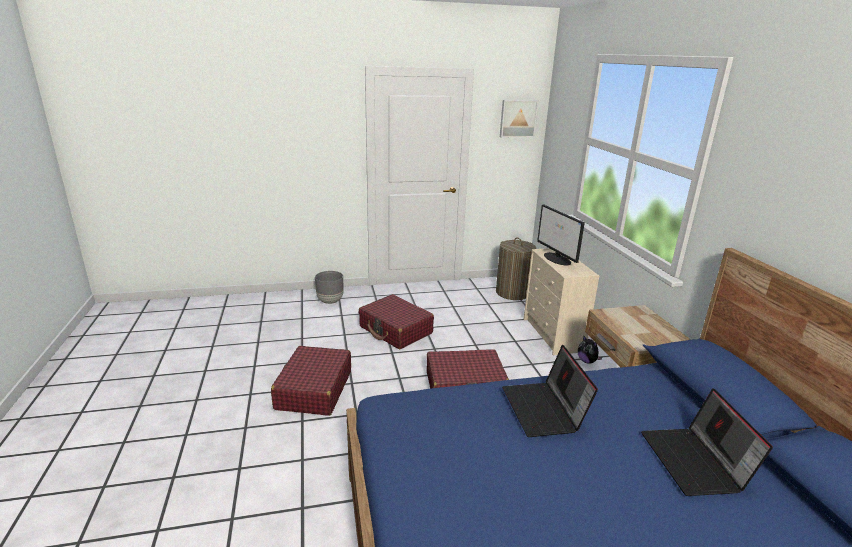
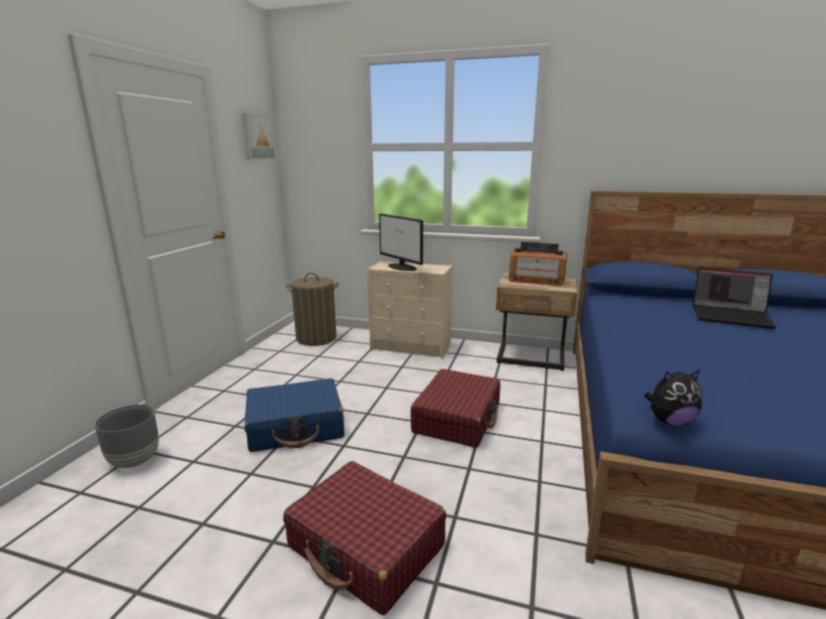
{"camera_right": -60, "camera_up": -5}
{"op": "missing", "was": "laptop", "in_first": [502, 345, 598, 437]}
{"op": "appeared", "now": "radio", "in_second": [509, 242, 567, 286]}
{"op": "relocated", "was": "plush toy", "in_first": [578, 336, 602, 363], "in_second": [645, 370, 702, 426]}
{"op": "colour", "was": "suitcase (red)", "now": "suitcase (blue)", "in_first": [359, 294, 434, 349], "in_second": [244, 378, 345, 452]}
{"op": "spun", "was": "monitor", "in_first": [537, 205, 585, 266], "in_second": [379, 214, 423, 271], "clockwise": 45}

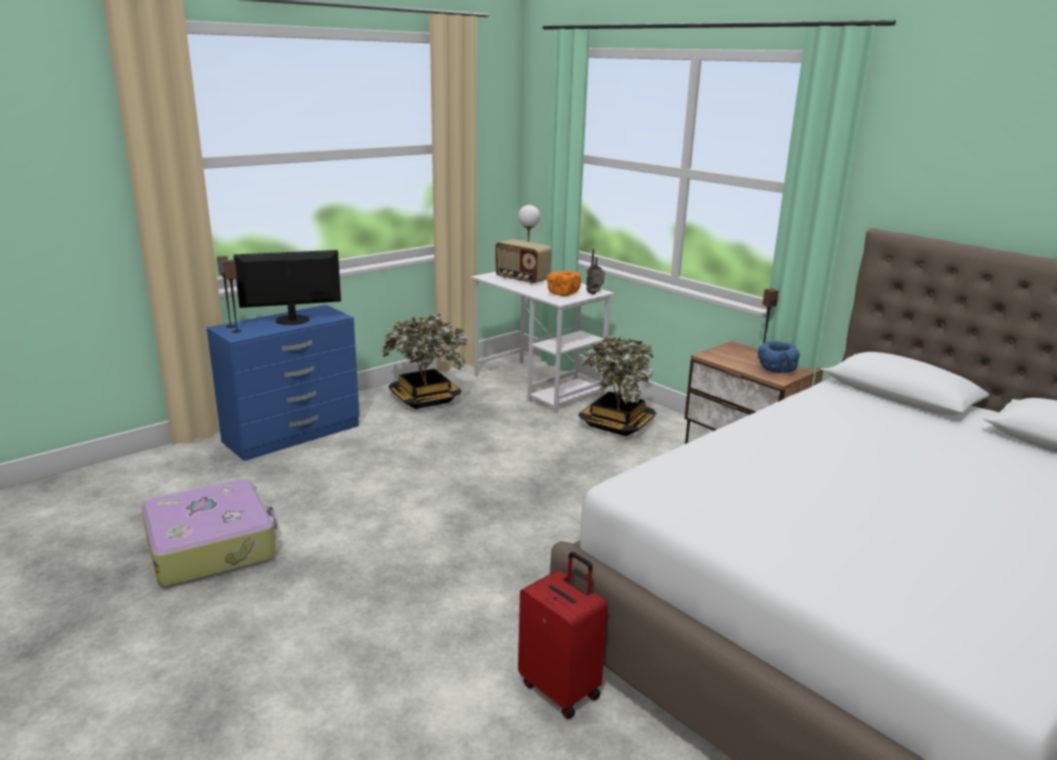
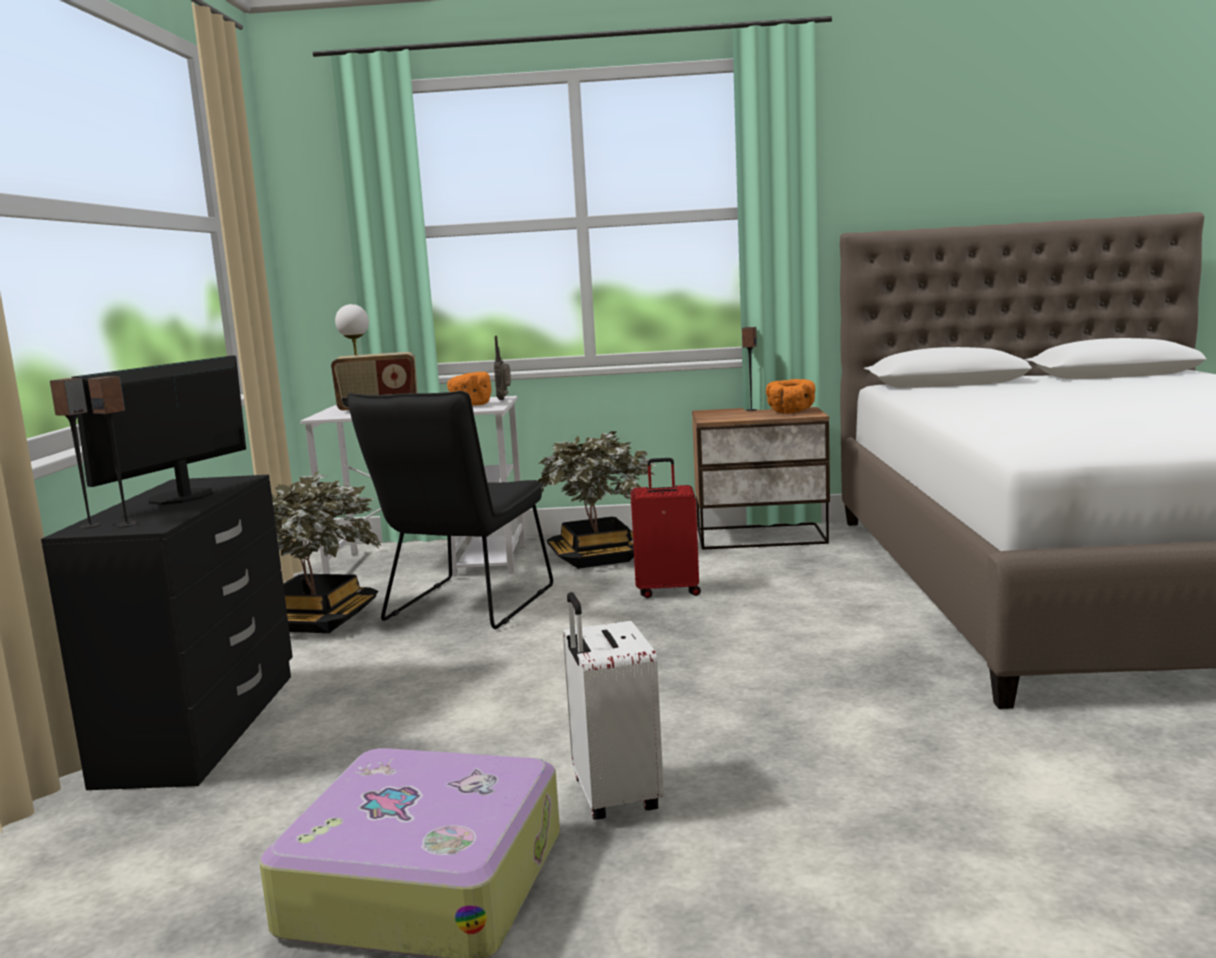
{"camera_right": -45, "camera_up": -10}
{"op": "appeared", "now": "chair (black)", "in_second": [347, 391, 553, 629]}
{"op": "appeared", "now": "suitcase (white)", "in_second": [563, 592, 664, 820]}
{"op": "relocated", "was": "suitcase (red)", "in_first": [518, 552, 608, 719], "in_second": [631, 458, 701, 598]}
{"op": "colour", "was": "dresser (blue)", "now": "dresser (black)", "in_first": [207, 305, 360, 461], "in_second": [41, 475, 293, 790]}
{"op": "colour", "was": "bowl (blue)", "now": "bowl (orange)", "in_first": [758, 341, 800, 373], "in_second": [766, 379, 815, 413]}

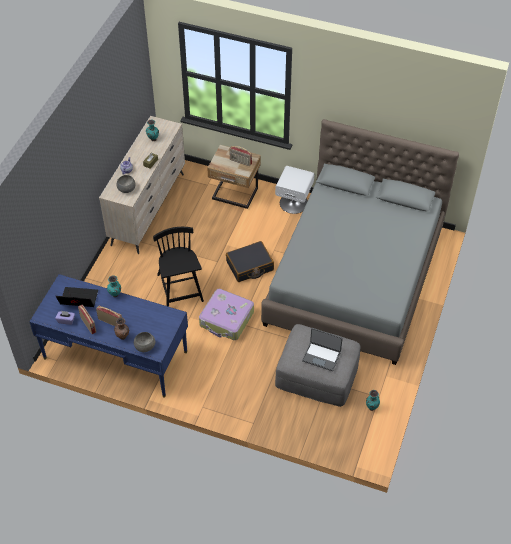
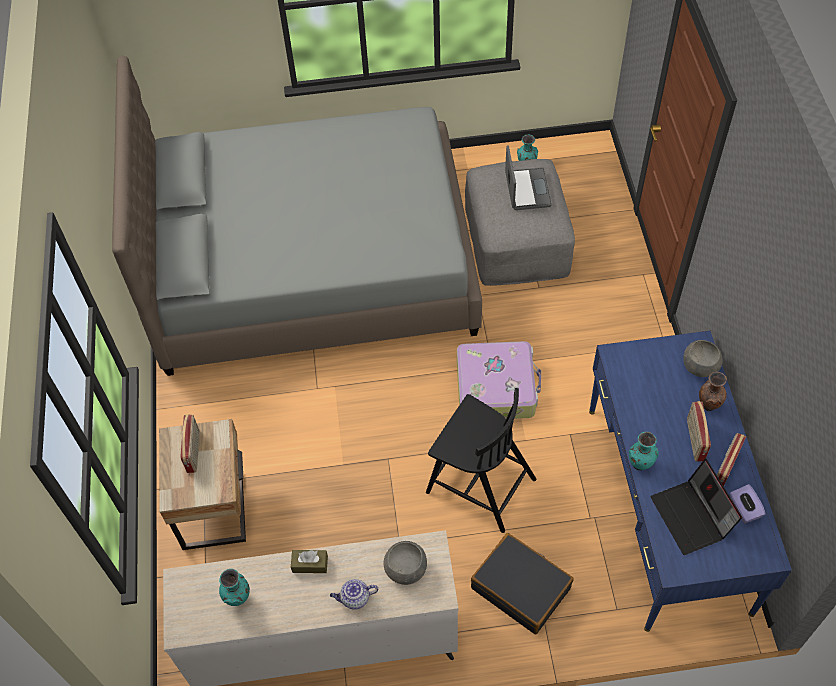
{"camera_right": -115, "camera_up": 5}
{"op": "missing", "was": "nightstand (white)", "in_first": [275, 166, 314, 214]}
{"op": "relocated", "was": "suitcase (black)", "in_first": [226, 241, 274, 282], "in_second": [471, 533, 574, 634]}
{"op": "spun", "was": "chair (black)", "in_first": [153, 227, 204, 307], "in_second": [426, 388, 536, 533], "clockwise": -105}

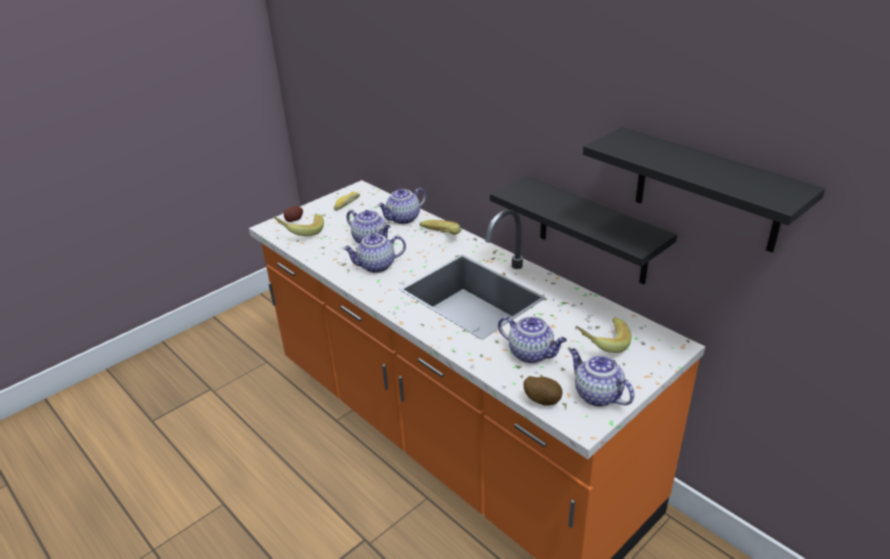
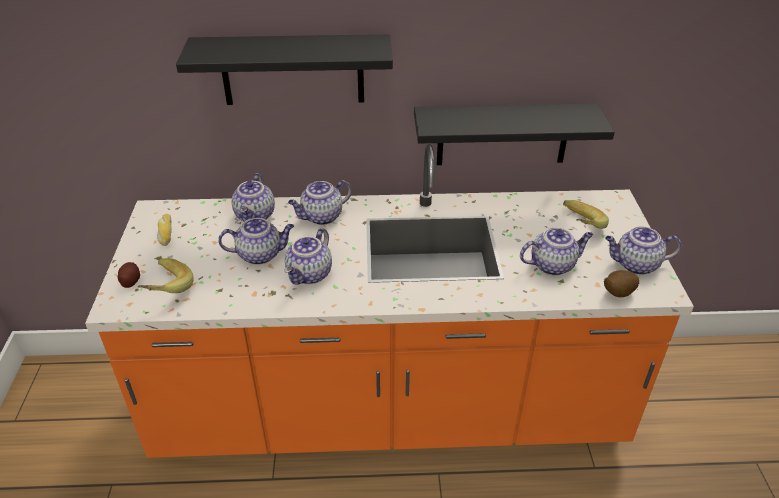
{"camera_right": -50, "camera_up": 5}
{"op": "relocated", "was": "shelf (black)", "in_first": [583, 127, 825, 253], "in_second": [176, 34, 393, 105]}
{"op": "exchanged", "was": "banana", "now": "teapot", "in_first": [420, 220, 461, 234], "in_second": [288, 180, 352, 225]}

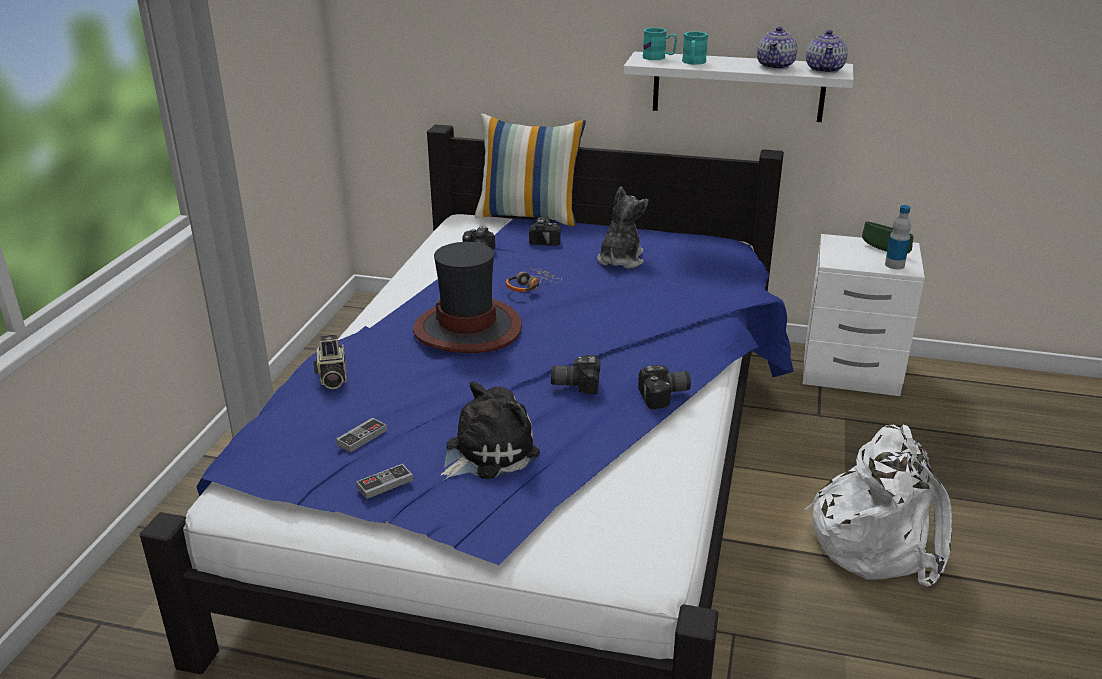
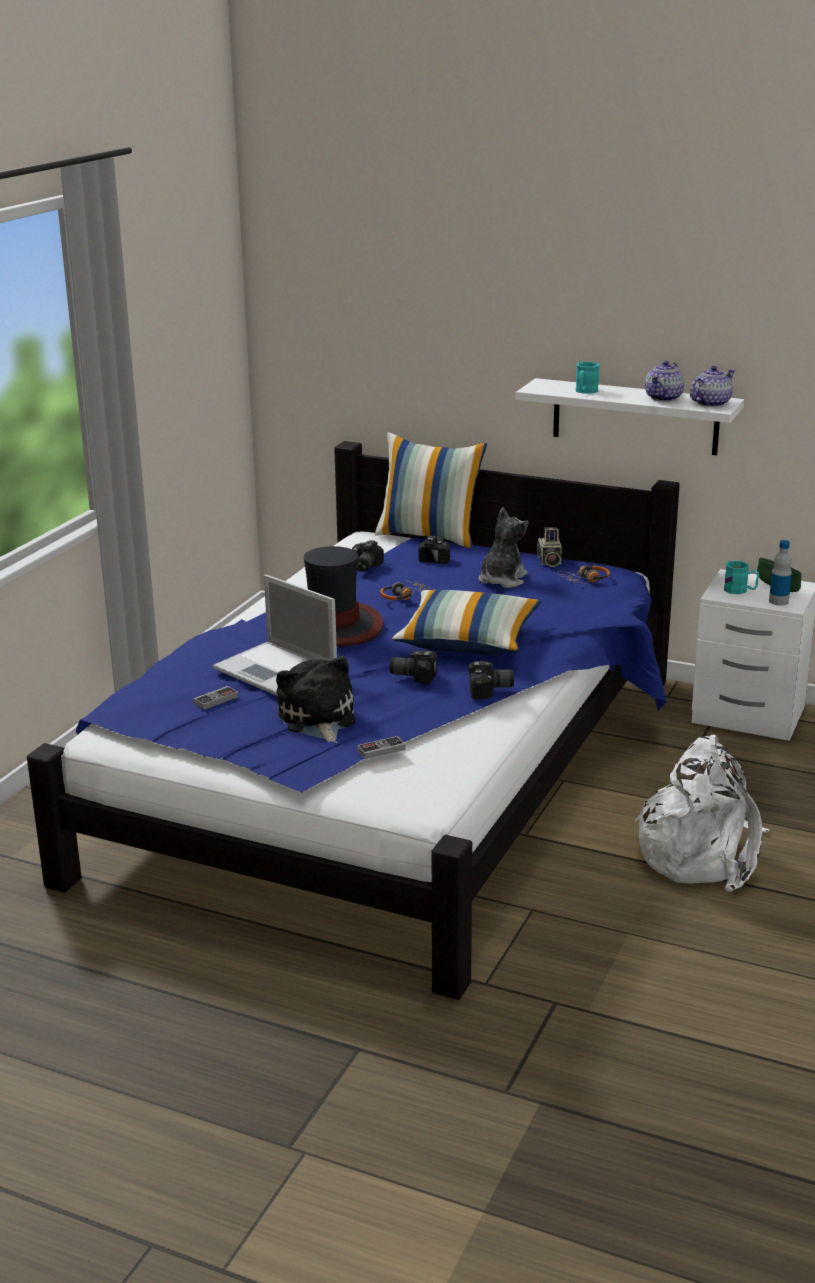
{"camera_right": 10, "camera_up": -5}
{"op": "appeared", "now": "laptop", "in_second": [213, 575, 337, 696]}
{"op": "appeared", "now": "pillow", "in_second": [392, 590, 541, 654]}
{"op": "appeared", "now": "headphones", "in_second": [557, 566, 610, 584]}
{"op": "relocated", "was": "photo camera", "in_first": [313, 335, 347, 389], "in_second": [536, 527, 562, 567]}
{"op": "relocated", "was": "game controller", "in_first": [356, 464, 413, 499], "in_second": [357, 736, 406, 759]}
{"op": "relocated", "was": "mug (turquoise)", "in_first": [643, 28, 677, 60], "in_second": [724, 561, 759, 594]}
{"op": "spun", "was": "plush toy", "in_first": [441, 381, 540, 482], "in_second": [276, 656, 356, 743], "clockwise": -75}
{"op": "spun", "was": "teapot", "in_first": [806, 30, 848, 73], "in_second": [690, 366, 735, 407], "clockwise": -150}

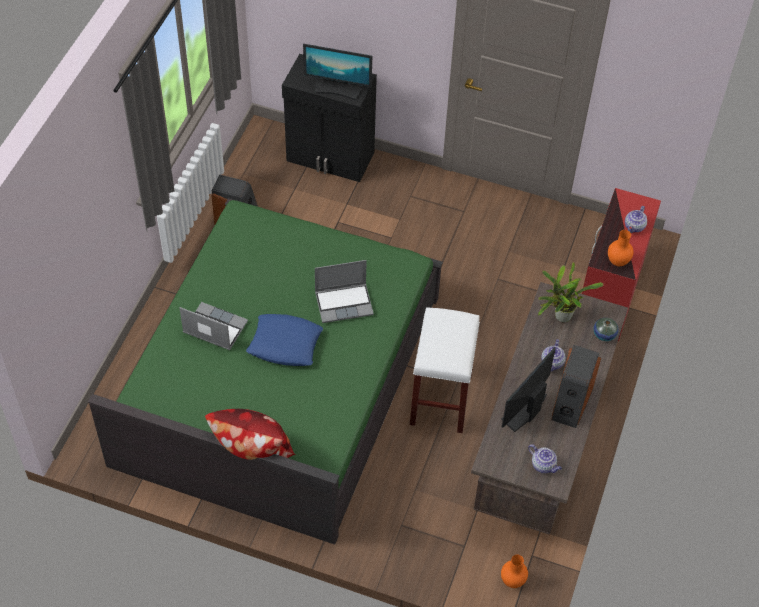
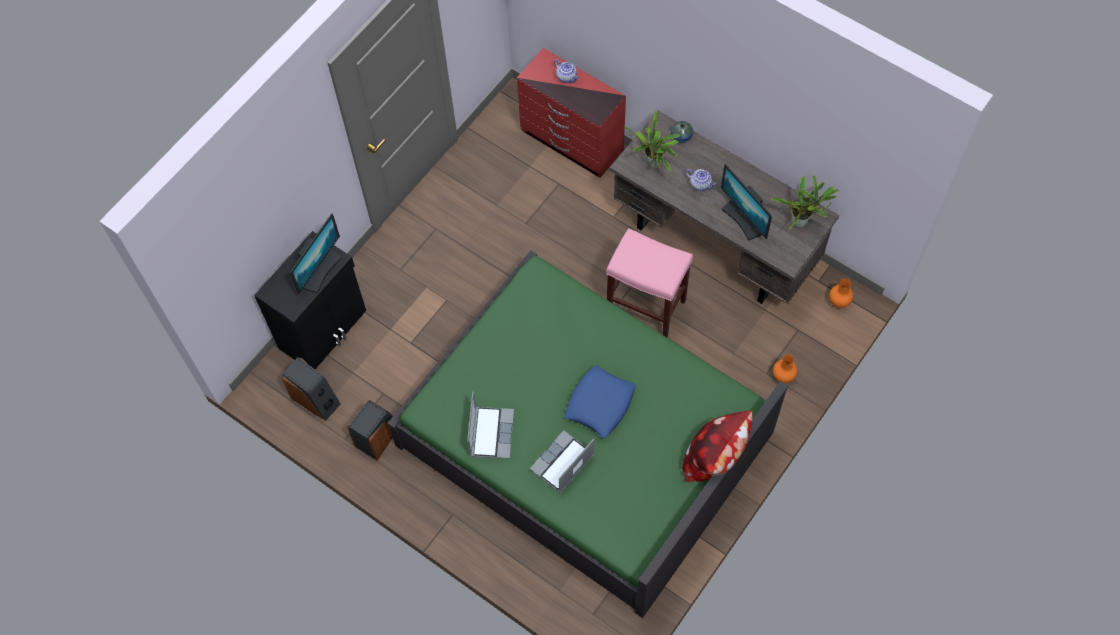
{"camera_right": -70, "camera_up": 10}
{"op": "relocated", "was": "laptop", "in_first": [315, 260, 374, 323], "in_second": [467, 392, 514, 459]}
{"op": "relocated", "was": "speaker", "in_first": [551, 345, 601, 428], "in_second": [282, 357, 341, 421]}
{"op": "relocated", "was": "vase (orange)", "in_first": [608, 230, 633, 266], "in_second": [773, 355, 797, 383]}
{"op": "exchanged", "was": "teapot", "now": "potted plant", "in_first": [528, 445, 562, 473], "in_second": [771, 176, 839, 229]}
{"op": "colour", "was": "stool (white)", "now": "stool (pink)", "in_first": [410, 307, 480, 433], "in_second": [606, 228, 693, 337]}

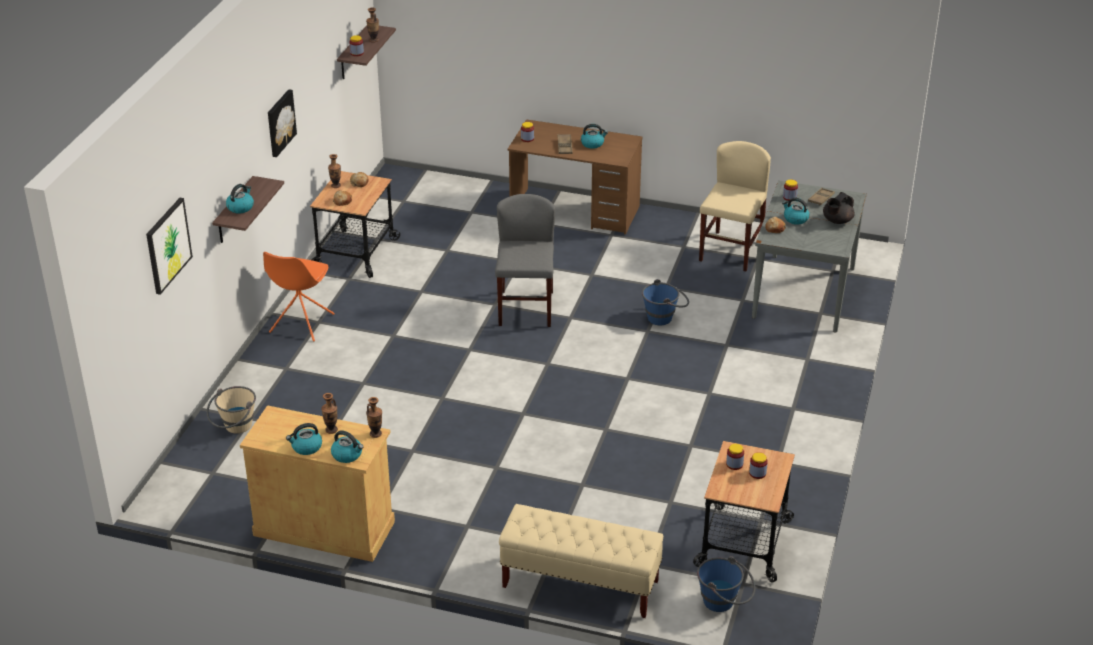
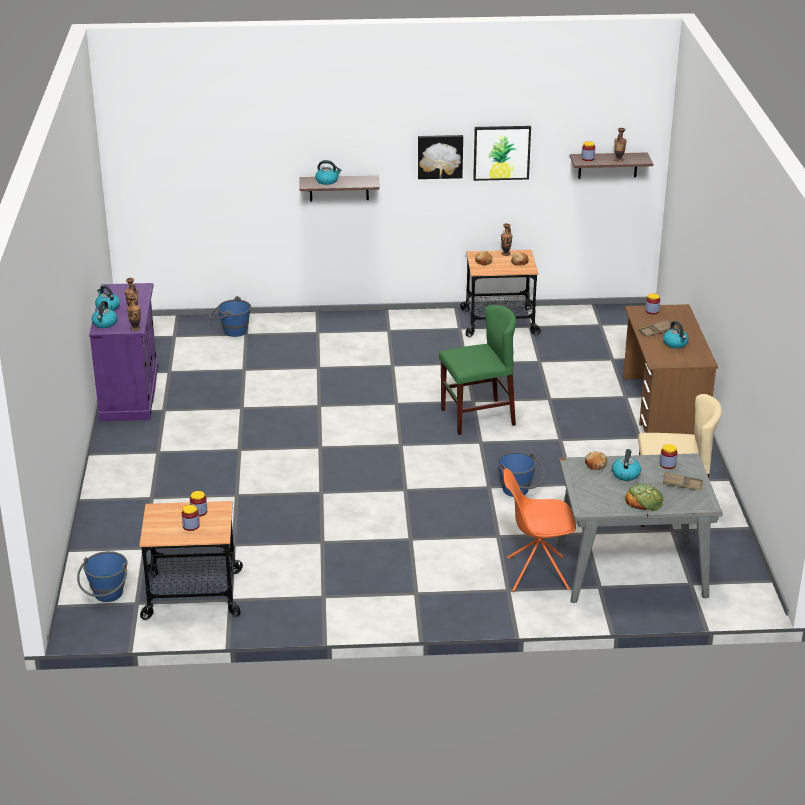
{"camera_right": 70, "camera_up": -5}
{"op": "missing", "was": "bench (beige)", "in_first": [499, 504, 663, 618]}
{"op": "relocated", "was": "picture", "in_first": [146, 198, 193, 295], "in_second": [473, 126, 531, 181]}
{"op": "relocated", "was": "chair (orange)", "in_first": [263, 252, 335, 342], "in_second": [504, 468, 576, 591]}
{"op": "exchanged", "was": "teapot (black)", "now": "bread", "in_first": [823, 192, 855, 224], "in_second": [625, 484, 663, 511]}
{"op": "colour", "was": "bucket (beige)", "now": "bucket (blue)", "in_first": [207, 386, 256, 434], "in_second": [209, 296, 251, 337]}
{"op": "colour", "was": "cabinet (beige)", "now": "cabinet (purple)", "in_first": [240, 405, 395, 562], "in_second": [89, 283, 159, 421]}
{"op": "colour", "was": "chair (grey)", "now": "chair (green)", "in_first": [495, 194, 555, 327], "in_second": [439, 305, 516, 435]}

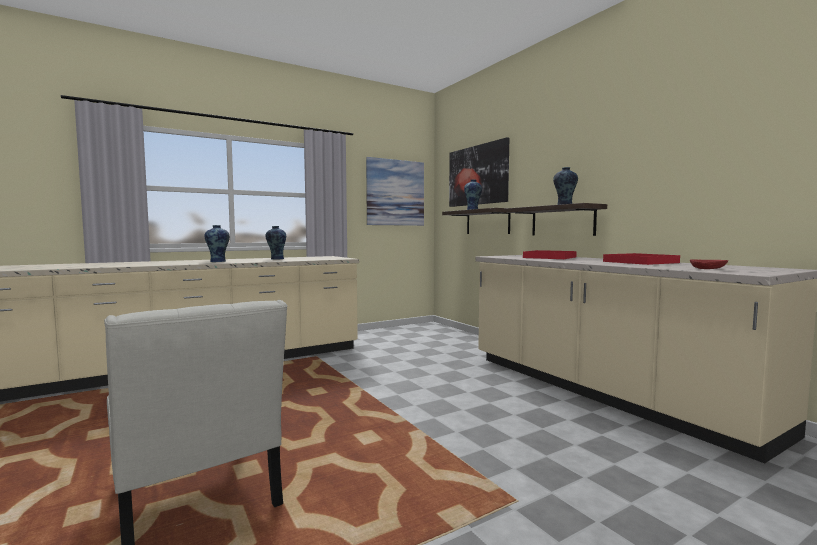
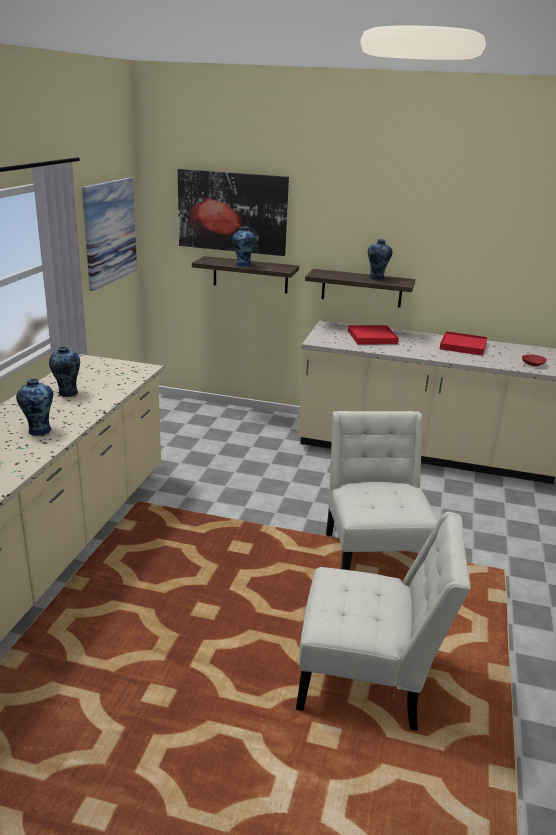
{"camera_right": -45, "camera_up": 20}
{"op": "appeared", "now": "chair (white)", "in_second": [326, 411, 438, 570]}

